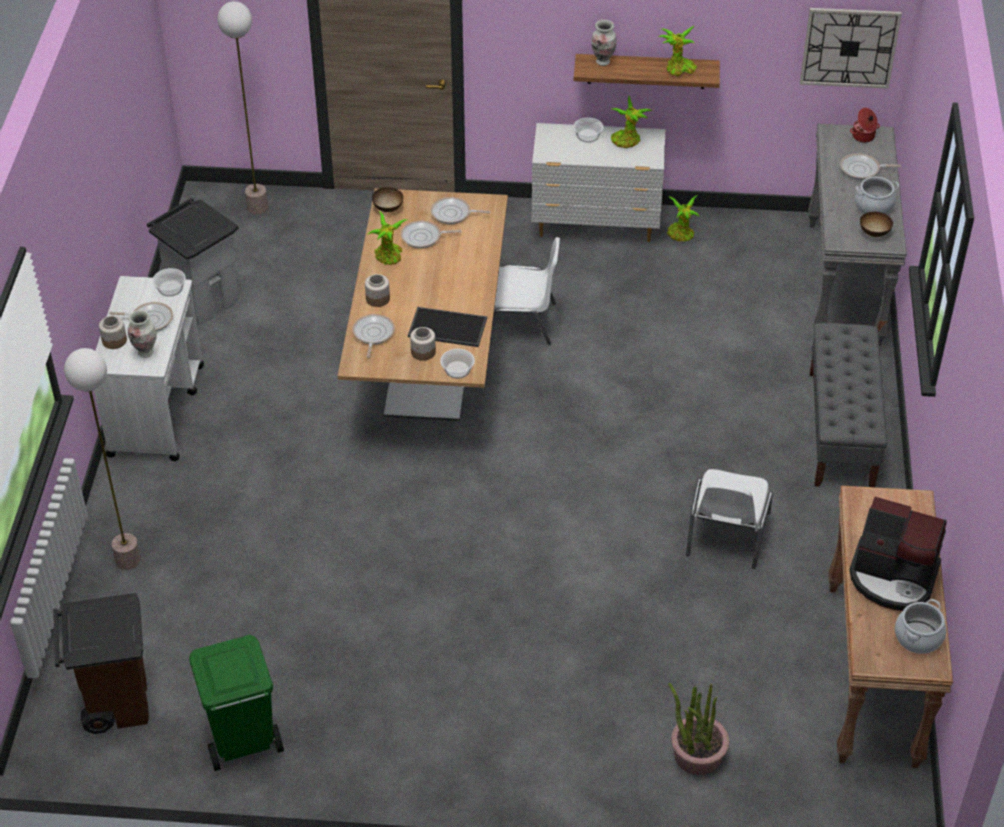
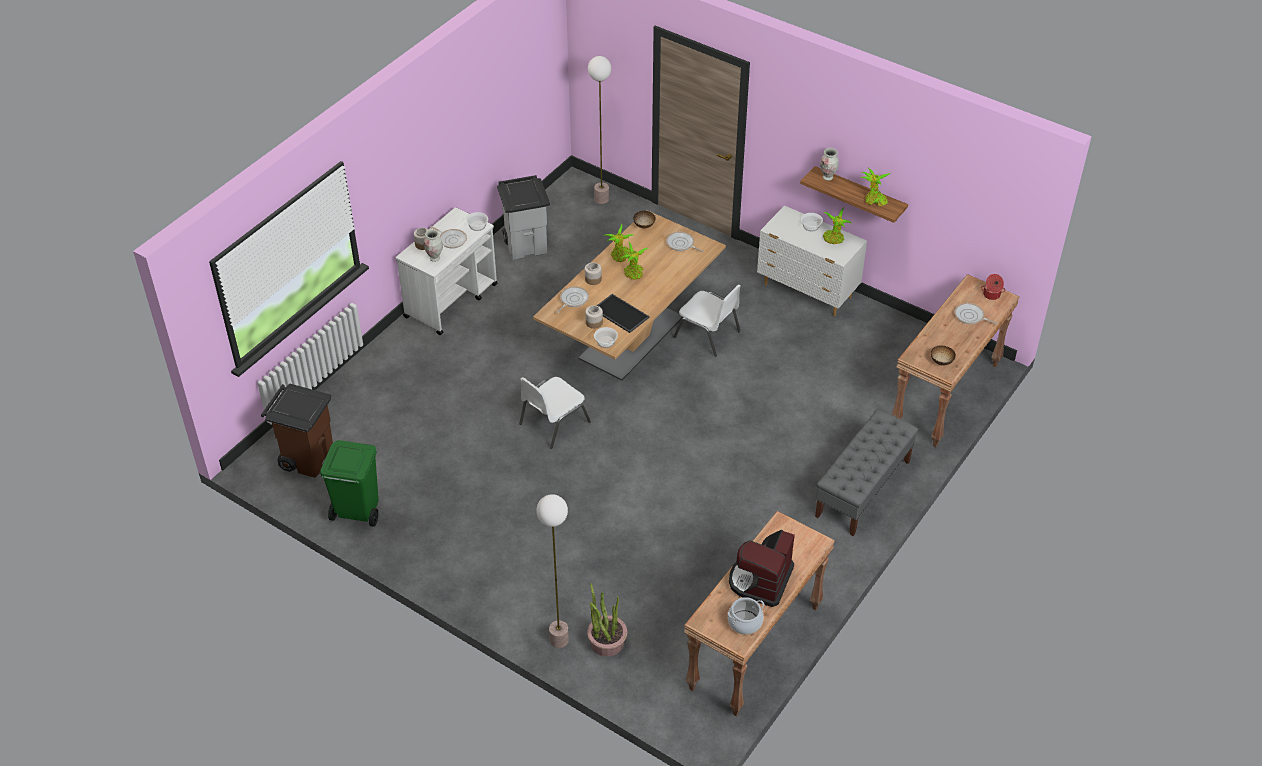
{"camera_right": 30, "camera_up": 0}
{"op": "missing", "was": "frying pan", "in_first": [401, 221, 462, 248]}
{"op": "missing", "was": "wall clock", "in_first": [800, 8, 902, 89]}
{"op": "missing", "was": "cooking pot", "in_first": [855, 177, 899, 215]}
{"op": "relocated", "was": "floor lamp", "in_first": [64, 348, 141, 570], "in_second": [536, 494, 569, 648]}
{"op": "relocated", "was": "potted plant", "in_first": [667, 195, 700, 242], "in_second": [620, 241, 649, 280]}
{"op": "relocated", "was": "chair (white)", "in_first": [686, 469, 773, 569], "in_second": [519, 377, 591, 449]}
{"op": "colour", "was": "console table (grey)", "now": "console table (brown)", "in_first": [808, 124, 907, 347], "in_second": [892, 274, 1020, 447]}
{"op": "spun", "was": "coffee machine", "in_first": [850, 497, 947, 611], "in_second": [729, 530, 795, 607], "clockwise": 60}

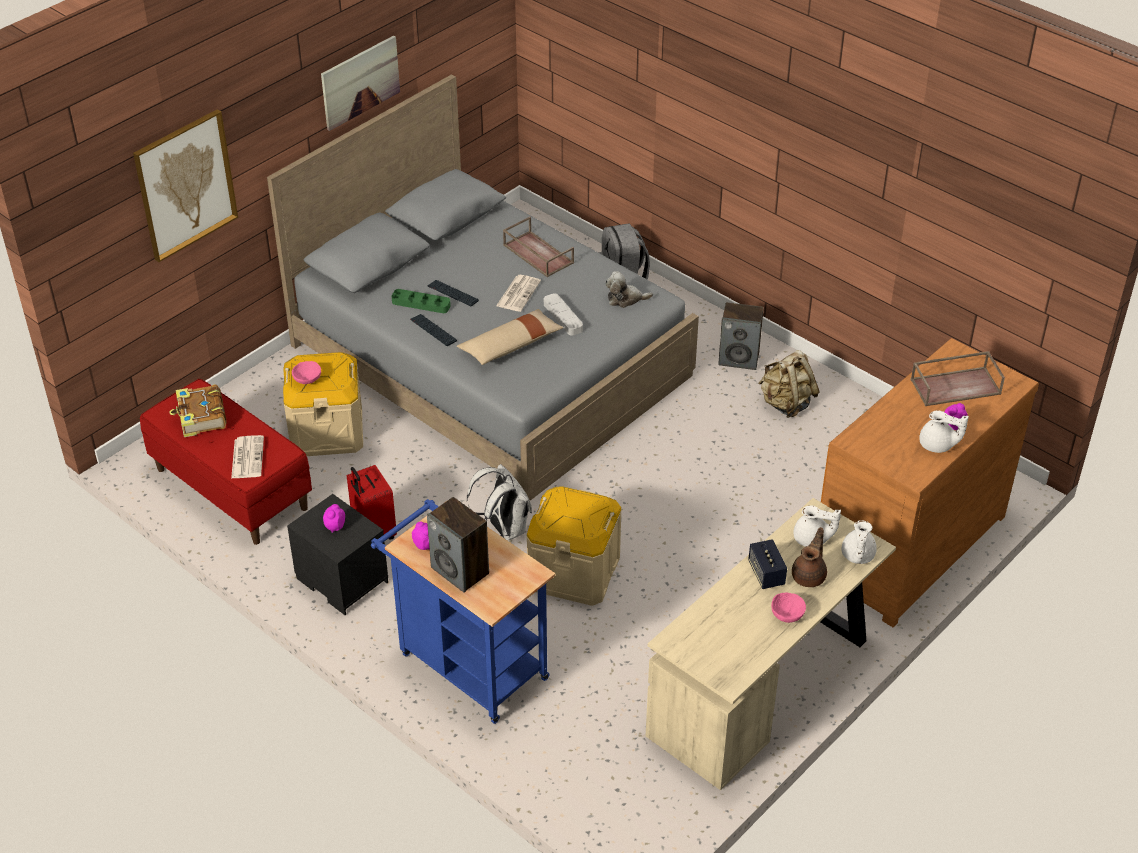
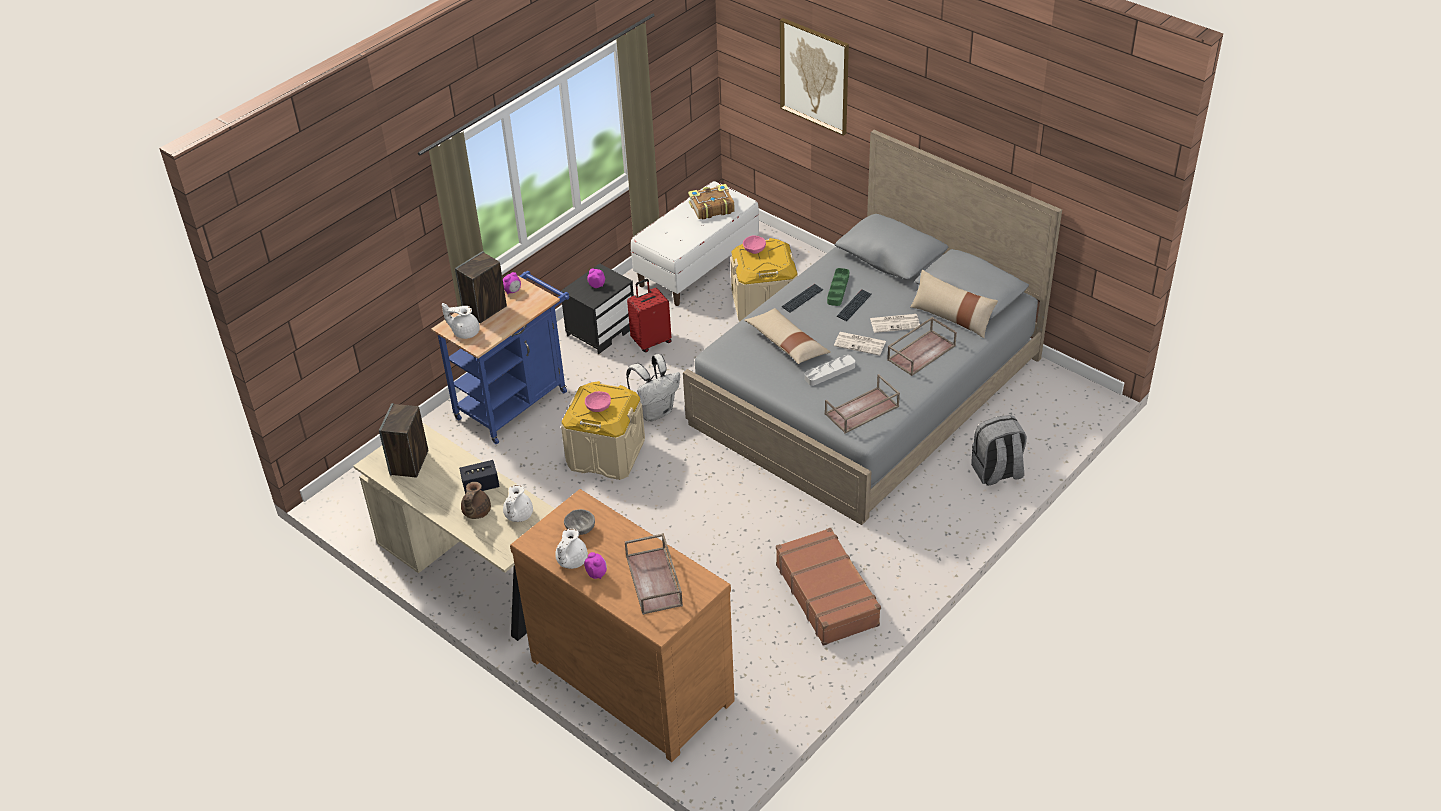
{"camera_right": 90, "camera_up": 0}
{"op": "missing", "was": "picture", "in_first": [321, 35, 400, 131]}
{"op": "appeared", "now": "bowl (grey)", "in_second": [564, 509, 595, 535]}
{"op": "appeared", "now": "pillow (beige)", "in_second": [910, 270, 998, 338]}
{"op": "relocated", "was": "newspaper", "in_first": [231, 435, 264, 479], "in_second": [870, 314, 921, 333]}
{"op": "relocated", "was": "speaker", "in_first": [718, 302, 764, 370], "in_second": [379, 403, 428, 477]}
{"op": "relocated", "was": "bowl (pink)", "in_first": [771, 593, 806, 623], "in_second": [585, 391, 611, 412]}
{"op": "relocated", "was": "teapot (white)", "in_first": [841, 520, 877, 564], "in_second": [442, 303, 480, 339]}
{"op": "exchanged", "was": "plush toy", "now": "tray (brown)", "in_first": [605, 271, 653, 308], "in_second": [825, 374, 900, 433]}
{"op": "exchanged", "was": "backpack (beige)", "now": "suitcase (brown)", "in_first": [758, 350, 819, 418], "in_second": [776, 528, 881, 646]}
{"op": "colour", "was": "bench (red)", "now": "bench (white)", "in_first": [140, 379, 312, 545], "in_second": [631, 181, 759, 306]}
{"op": "spun", "was": "teapot (brown)", "in_first": [792, 527, 827, 587], "in_second": [461, 482, 491, 519], "clockwise": 75}

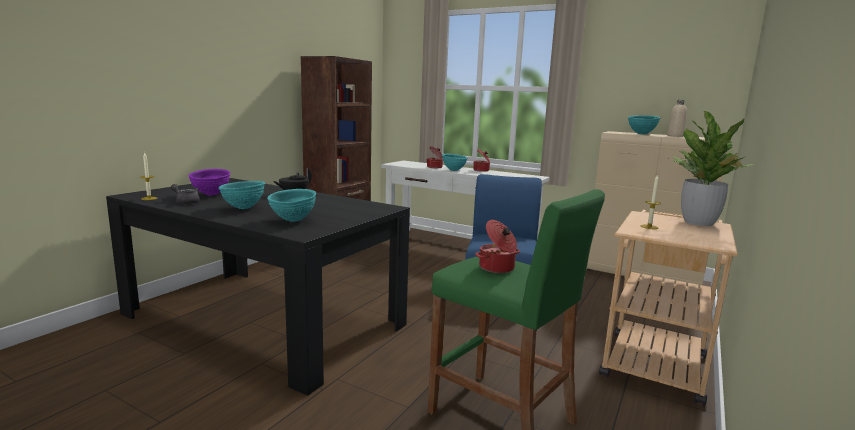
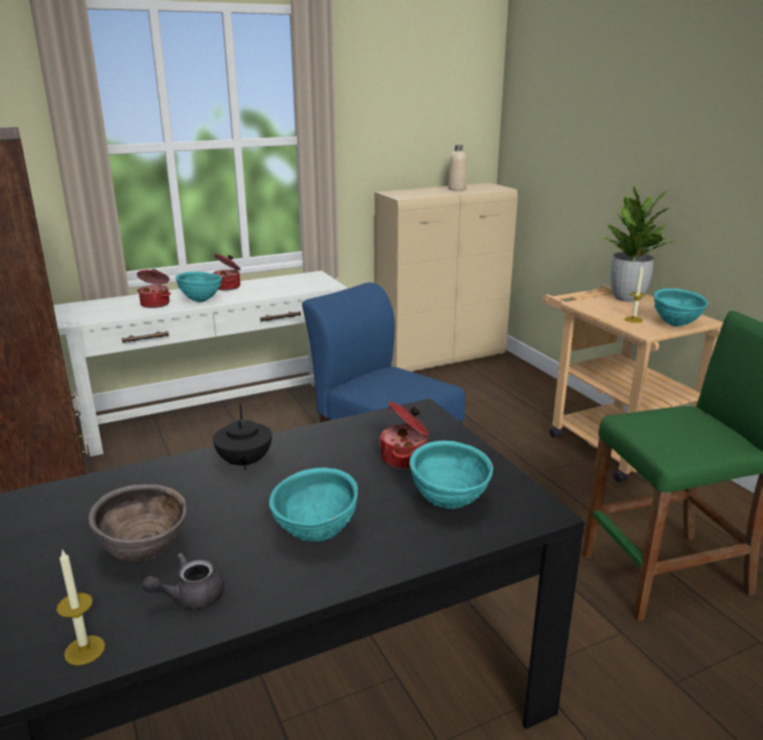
{"camera_right": -55, "camera_up": 10}
{"op": "relocated", "was": "cooking pot", "in_first": [475, 220, 520, 273], "in_second": [379, 401, 429, 469]}
{"op": "relocated", "was": "bowl (turquoise)", "in_first": [628, 115, 660, 134], "in_second": [654, 288, 708, 326]}
{"op": "colour", "was": "bowl (purple)", "now": "bowl (brown)", "in_first": [188, 169, 230, 196], "in_second": [88, 484, 187, 562]}

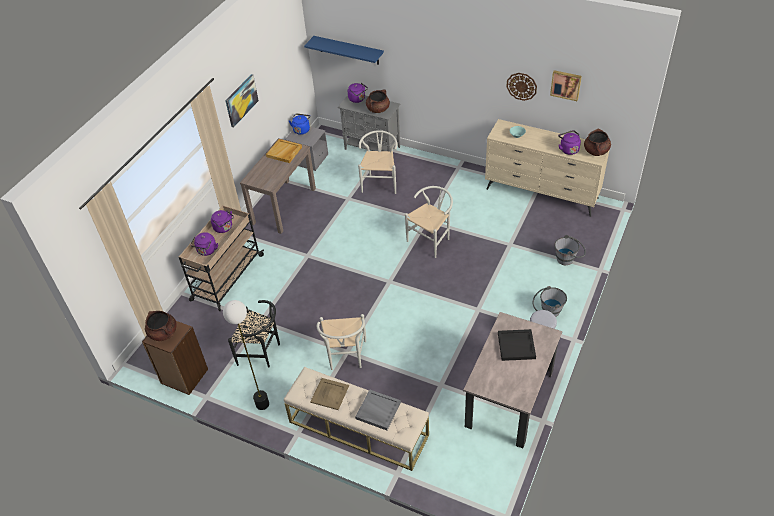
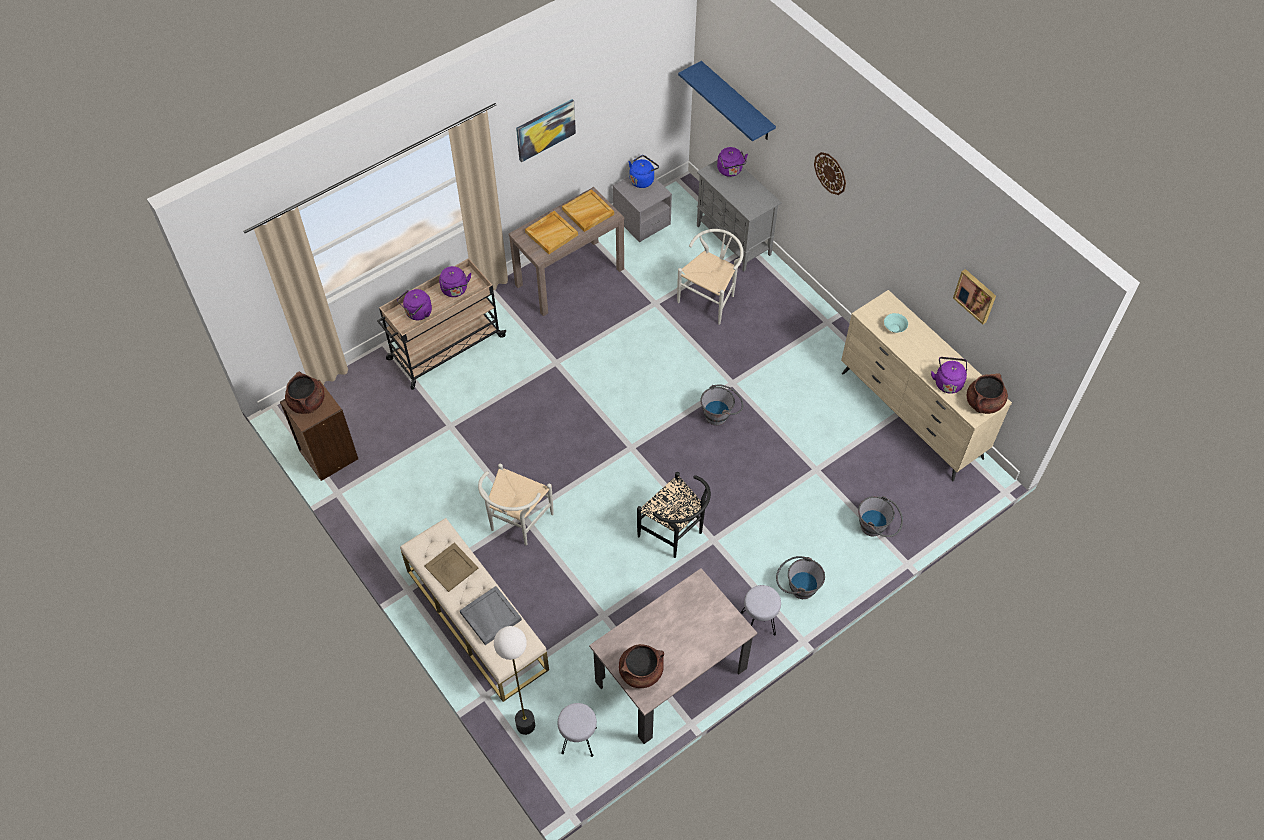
{"camera_right": 25, "camera_up": 10}
{"op": "missing", "was": "tray (black)", "in_first": [498, 329, 536, 361]}
{"op": "appeared", "now": "tray (beige)", "in_second": [525, 211, 578, 254]}
{"op": "appeared", "now": "stool (grey)", "in_second": [558, 703, 597, 757]}
{"op": "relocated", "was": "floor lamp", "in_first": [223, 300, 269, 410], "in_second": [494, 626, 535, 735]}
{"op": "relocated", "was": "chair (black)", "in_first": [228, 300, 280, 368], "in_second": [637, 472, 711, 558]}
{"op": "relocated", "was": "cooking pot (brown)", "in_first": [366, 89, 390, 113], "in_second": [619, 644, 664, 688]}
{"op": "relocated", "was": "wall clock", "in_first": [507, 73, 537, 101], "in_second": [814, 152, 846, 195]}
{"op": "exchanged", "was": "chair (white)", "now": "bucket (grey)", "in_first": [405, 186, 453, 258], "in_second": [700, 384, 743, 425]}

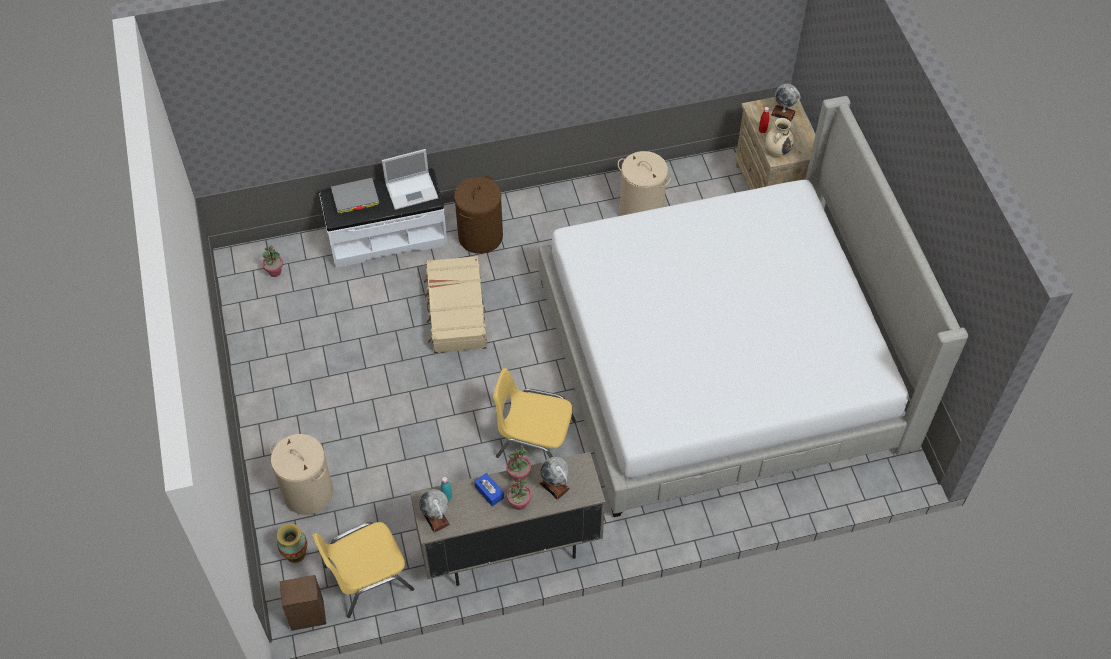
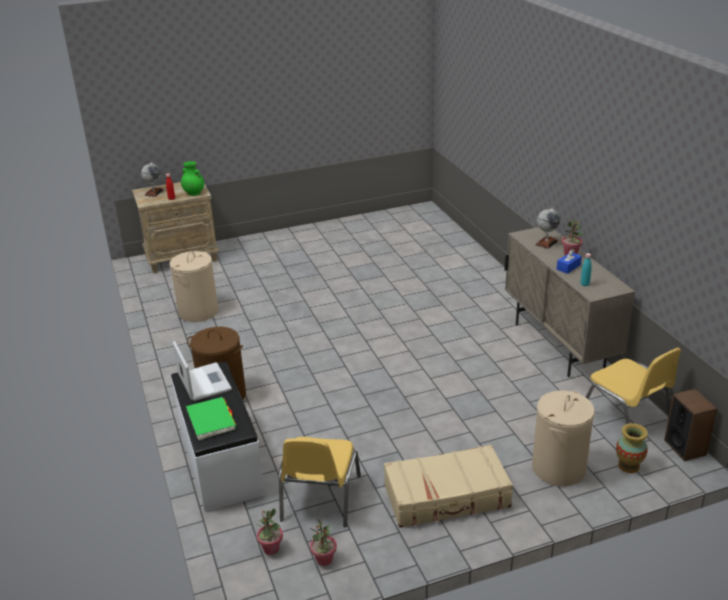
{"camera_right": -95, "camera_up": -25}
{"op": "missing", "was": "globe", "in_first": [419, 489, 450, 533]}
{"op": "missing", "was": "bed", "in_first": [539, 96, 968, 517]}
{"op": "relocated", "was": "suitcase (beige)", "in_first": [424, 256, 487, 353], "in_second": [384, 444, 513, 528]}
{"op": "relocated", "was": "chair (yellow)", "in_first": [493, 368, 576, 458], "in_second": [279, 437, 361, 527]}
{"op": "relocated", "was": "potted plant", "in_first": [506, 448, 531, 482], "in_second": [310, 519, 337, 566]}
{"op": "colour", "was": "book (grey)", "now": "book (green)", "in_first": [331, 178, 379, 213], "in_second": [186, 397, 236, 440]}
{"op": "colour", "was": "vase (beige)", "now": "vase (green)", "in_first": [765, 118, 794, 157], "in_second": [181, 161, 204, 196]}

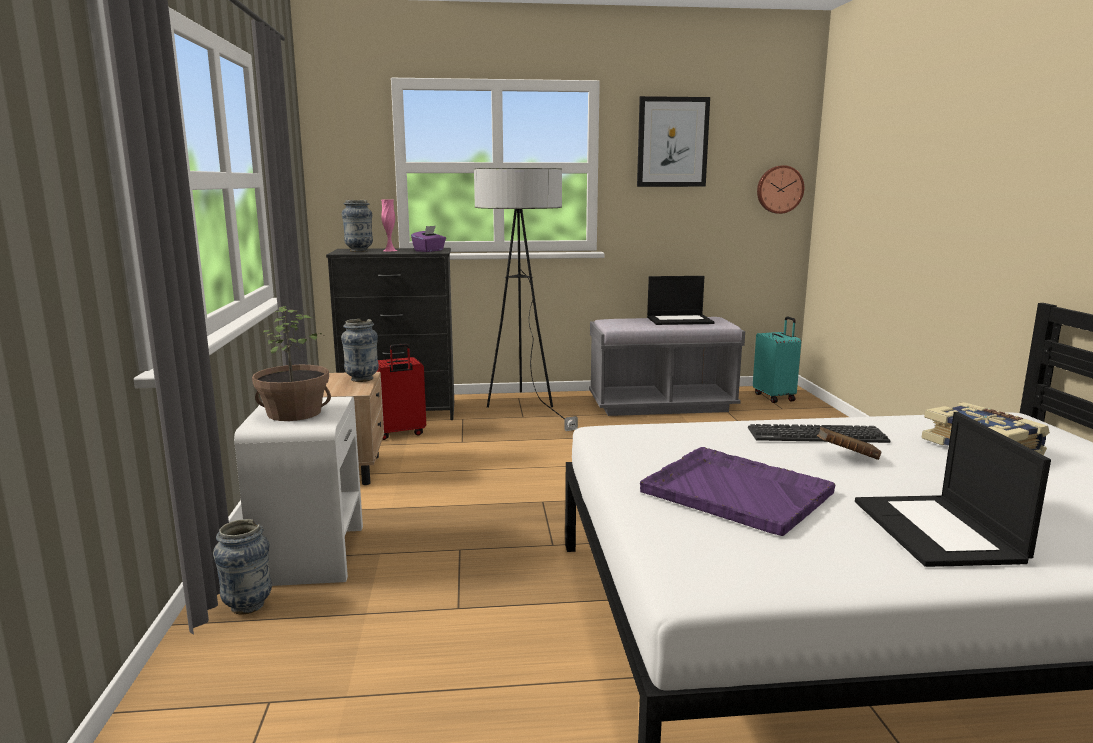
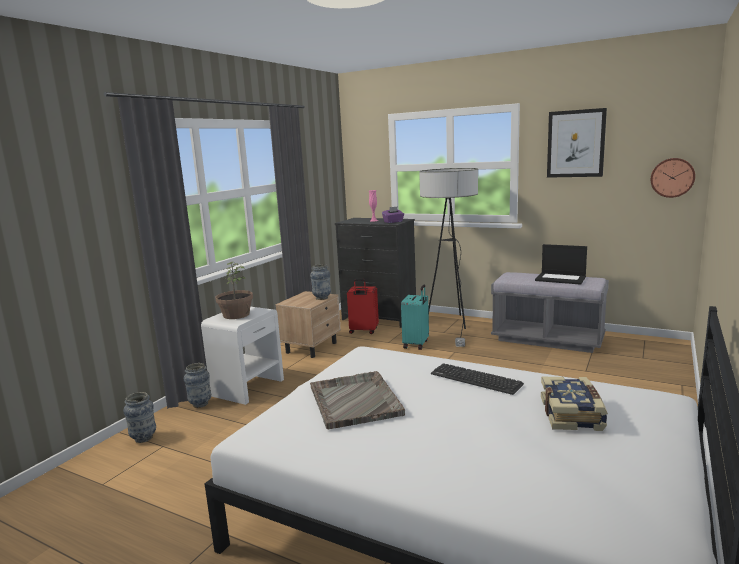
{"camera_right": 35, "camera_up": 0}
{"op": "missing", "was": "book (brown)", "in_first": [817, 427, 881, 460]}
{"op": "missing", "was": "laptop", "in_first": [855, 412, 1051, 567]}
{"op": "relocated", "was": "vase", "in_first": [342, 200, 373, 252], "in_second": [123, 392, 156, 443]}
{"op": "relocated", "was": "suitcase (turquoise)", "in_first": [753, 316, 801, 403], "in_second": [401, 285, 429, 350]}
{"op": "colour", "was": "tray (purple)", "now": "tray (grey)", "in_first": [640, 447, 835, 536], "in_second": [310, 371, 405, 429]}

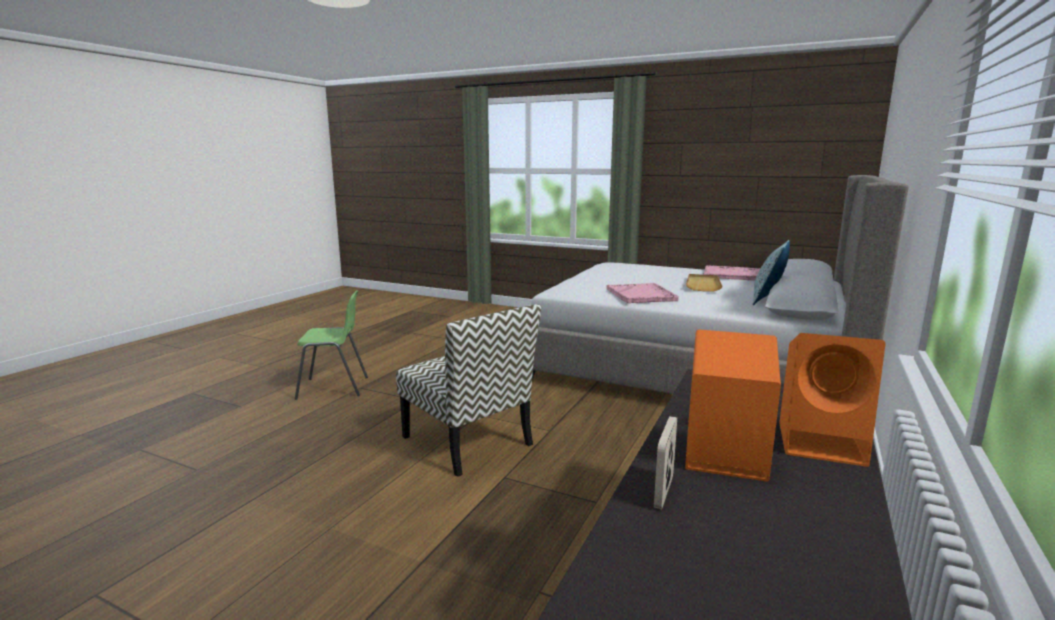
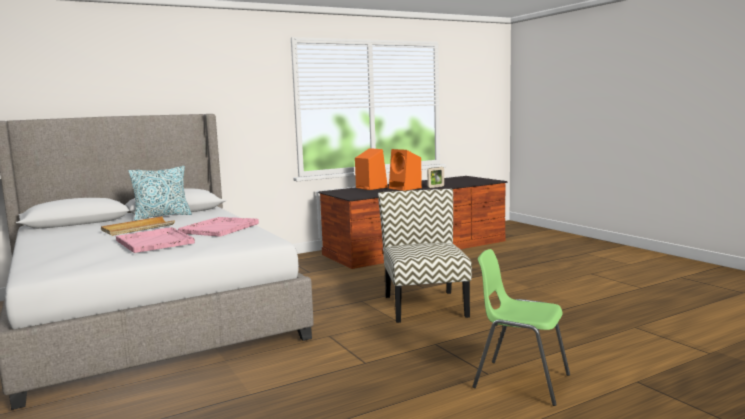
{"camera_right": -145, "camera_up": -5}
{"op": "relocated", "was": "tray (pink)", "in_first": [703, 265, 760, 281], "in_second": [116, 227, 195, 253]}

